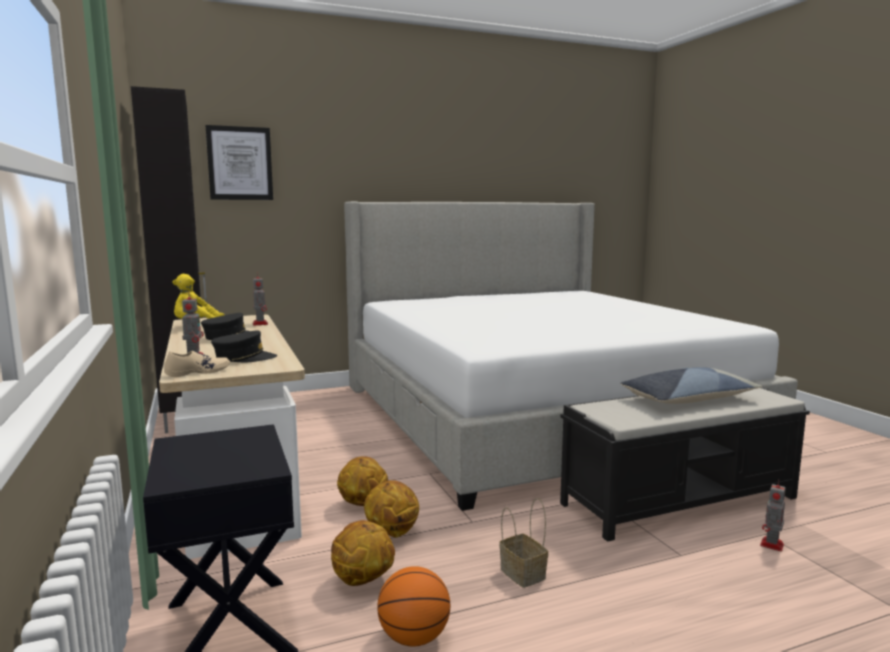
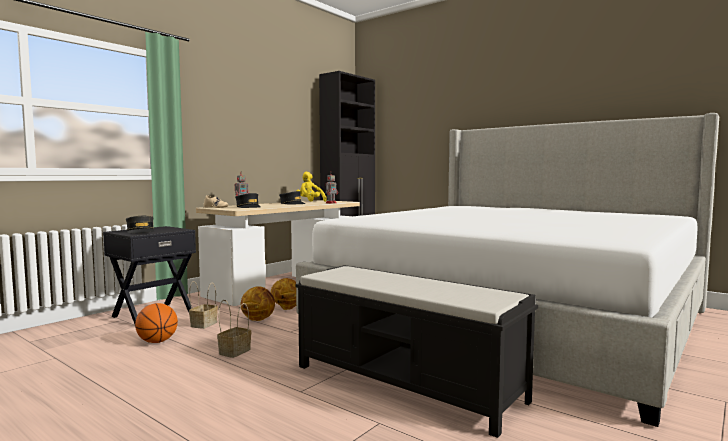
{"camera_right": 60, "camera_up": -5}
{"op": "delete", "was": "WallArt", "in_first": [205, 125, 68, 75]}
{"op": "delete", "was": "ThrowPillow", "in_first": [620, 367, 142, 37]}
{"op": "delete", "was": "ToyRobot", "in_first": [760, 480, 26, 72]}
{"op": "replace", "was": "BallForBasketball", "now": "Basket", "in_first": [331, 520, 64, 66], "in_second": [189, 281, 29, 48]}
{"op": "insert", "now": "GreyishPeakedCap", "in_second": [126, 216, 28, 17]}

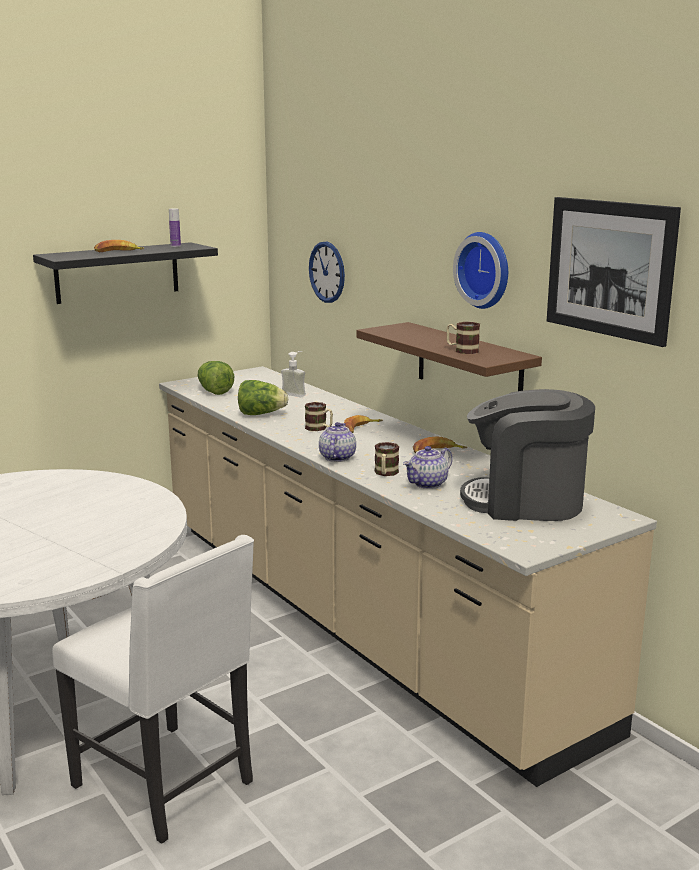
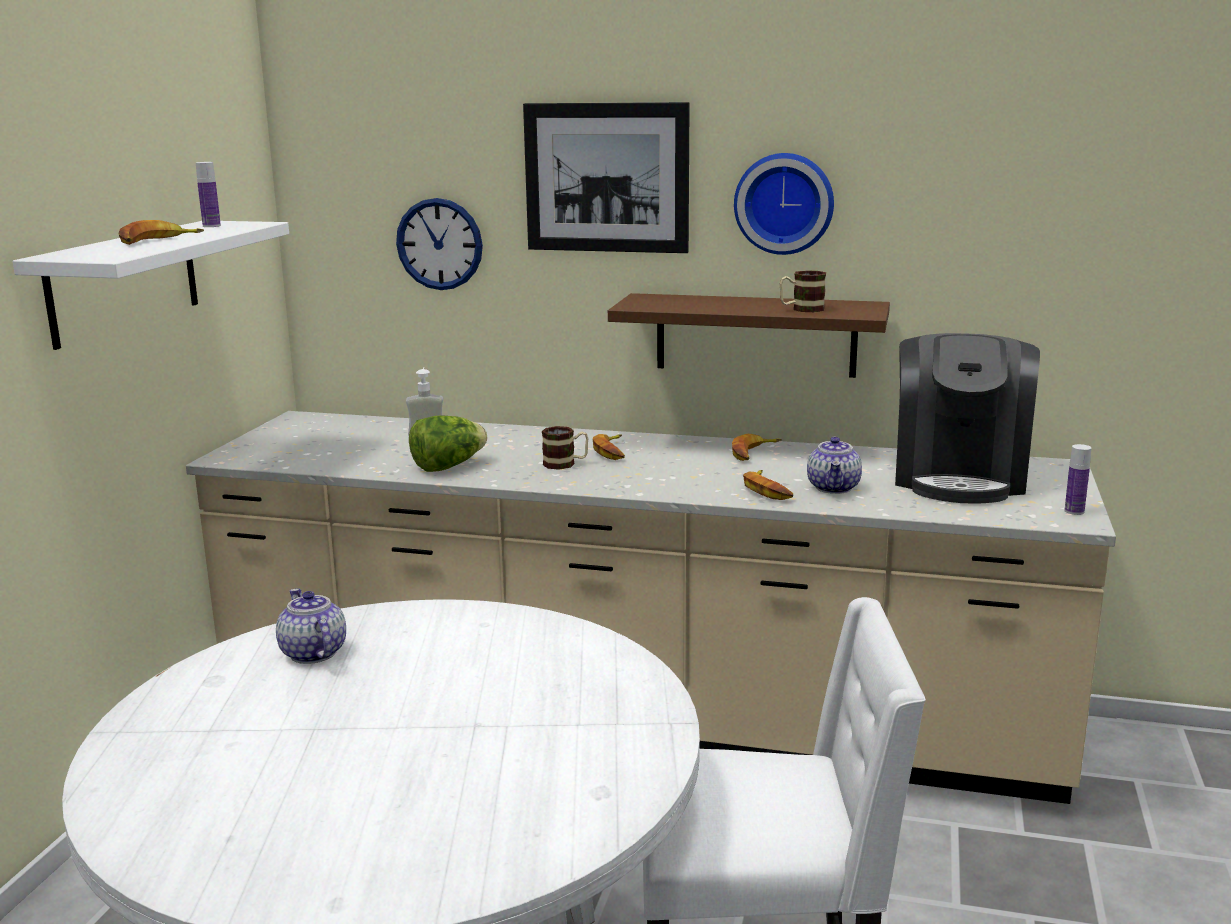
{"camera_right": -40, "camera_up": 0}
{"op": "move", "was": "WallArt", "in_first": [547, 197, 134, 150], "in_second": [523, 102, 167, 151]}
{"op": "recolor", "was": "BlackShelf", "now": "WhiteColouredShelf", "in_first": [33, 242, 185, 62], "in_second": [13, 221, 276, 129]}
{"op": "delete", "was": "HeadOfLettuce", "in_first": [198, 361, 36, 34]}
{"op": "rotate", "was": "CoffeeMachine", "in_first": [460, 389, 135, 132], "in_second": [895, 333, 145, 170], "clockwise": -45}
{"op": "move", "was": "Teapot", "in_first": [319, 422, 37, 40], "in_second": [276, 589, 70, 75]}
{"op": "replace", "was": "CoffeeMug", "now": "WholeBanana", "in_first": [375, 442, 24, 34], "in_second": [743, 470, 50, 30]}
{"op": "insert", "now": "DrinkBottle", "in_second": [1064, 444, 27, 71]}

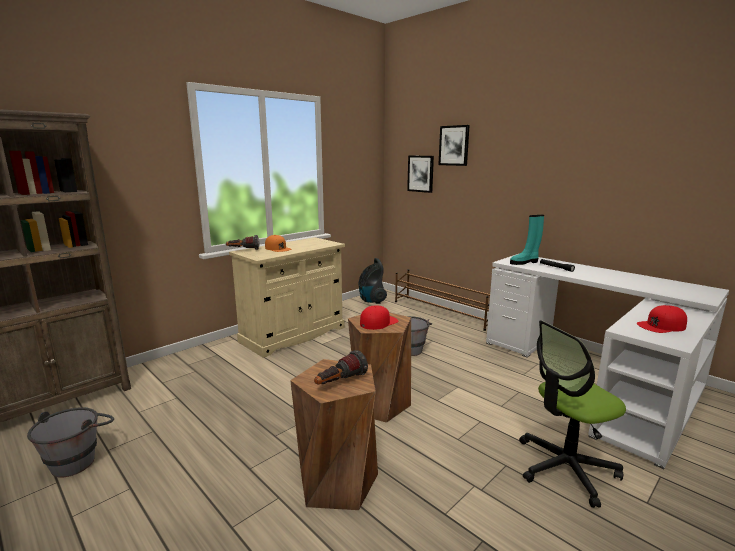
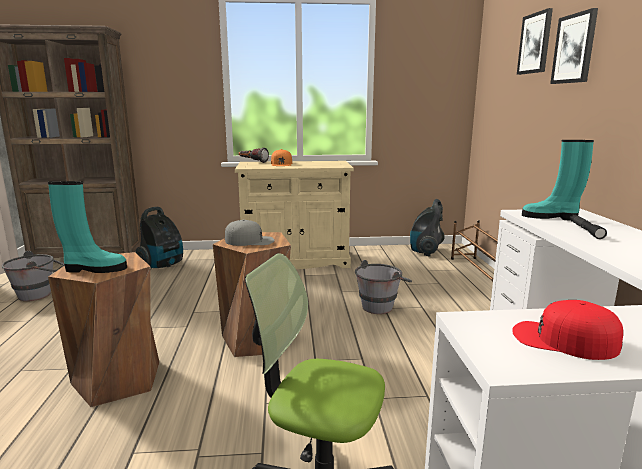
{"camera_right": 40, "camera_up": 0}
{"op": "move", "was": "WallArt", "in_first": [407, 156, 27, 37], "in_second": [550, 8, 48, 76]}
{"op": "recolor", "was": "ReddishPeakedCap", "now": "GreyishPeakedCap", "in_first": [360, 306, 38, 24], "in_second": [225, 220, 50, 26]}
{"op": "replace", "was": "Torch", "now": "TurquoiseBoot", "in_first": [314, 350, 54, 35], "in_second": [48, 181, 79, 92]}
{"op": "insert", "now": "Hoover", "in_second": [135, 207, 48, 61]}

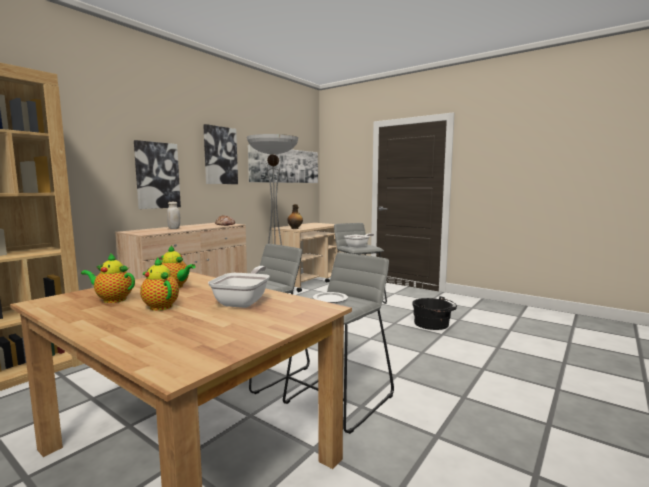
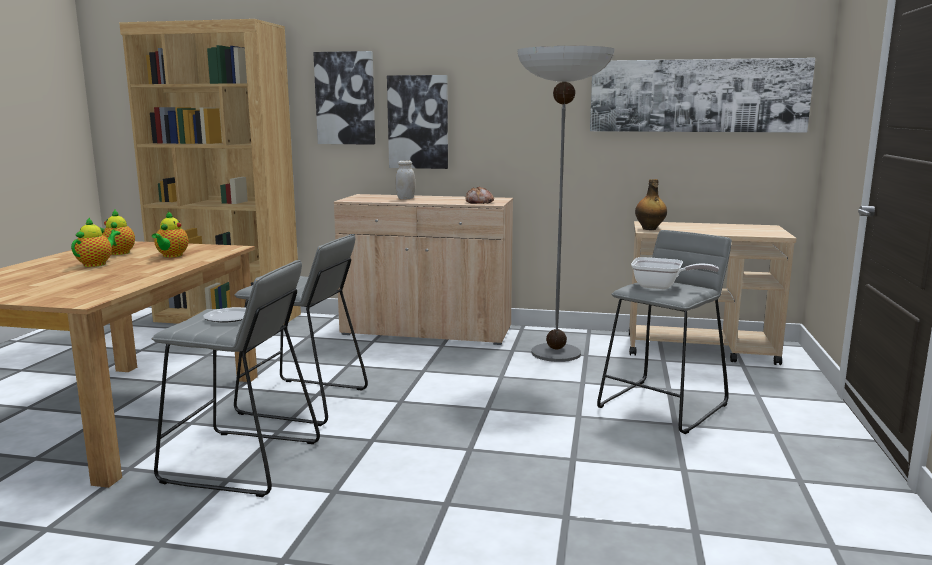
{"camera_right": 65, "camera_up": 5}
{"op": "move", "was": "WallArt", "in_first": [203, 124, 35, 60], "in_second": [313, 51, 62, 94]}
{"op": "delete", "was": "FryingPan", "in_first": [208, 266, 62, 42]}
{"op": "delete", "was": "BlackBucket", "in_first": [413, 296, 44, 34]}

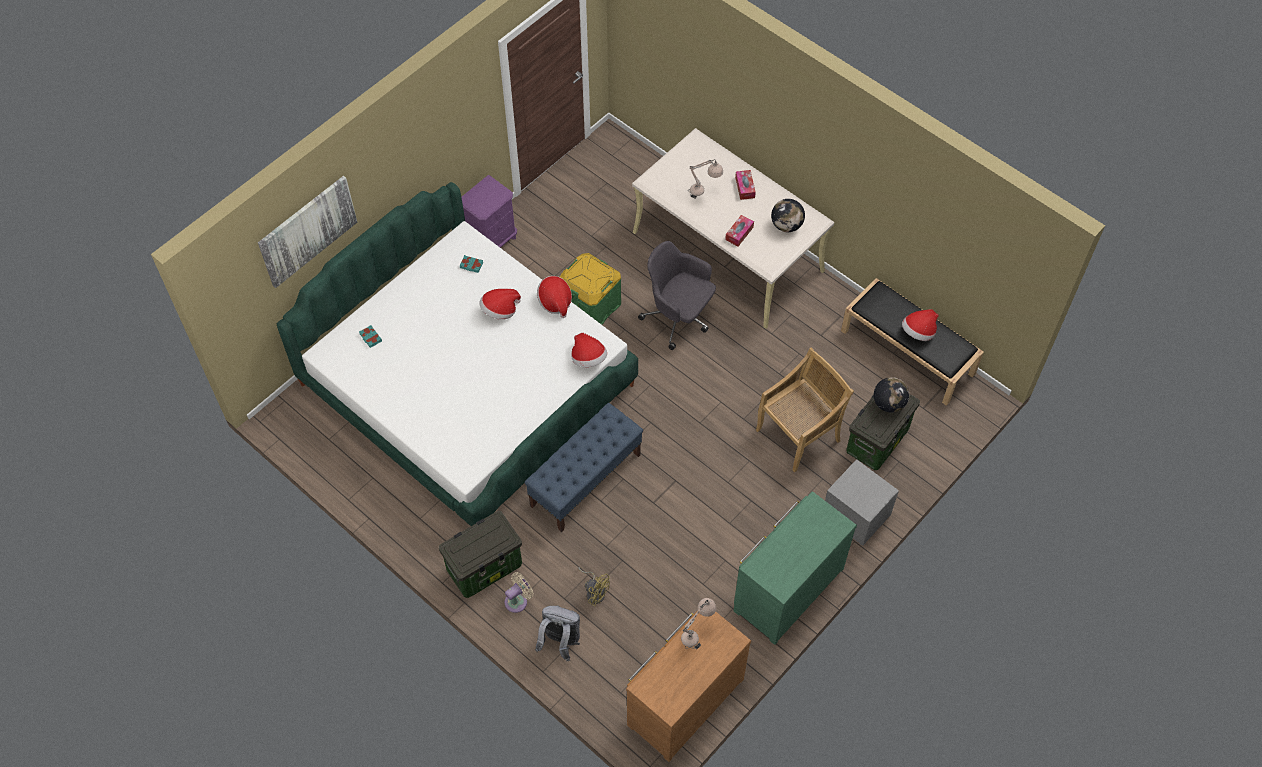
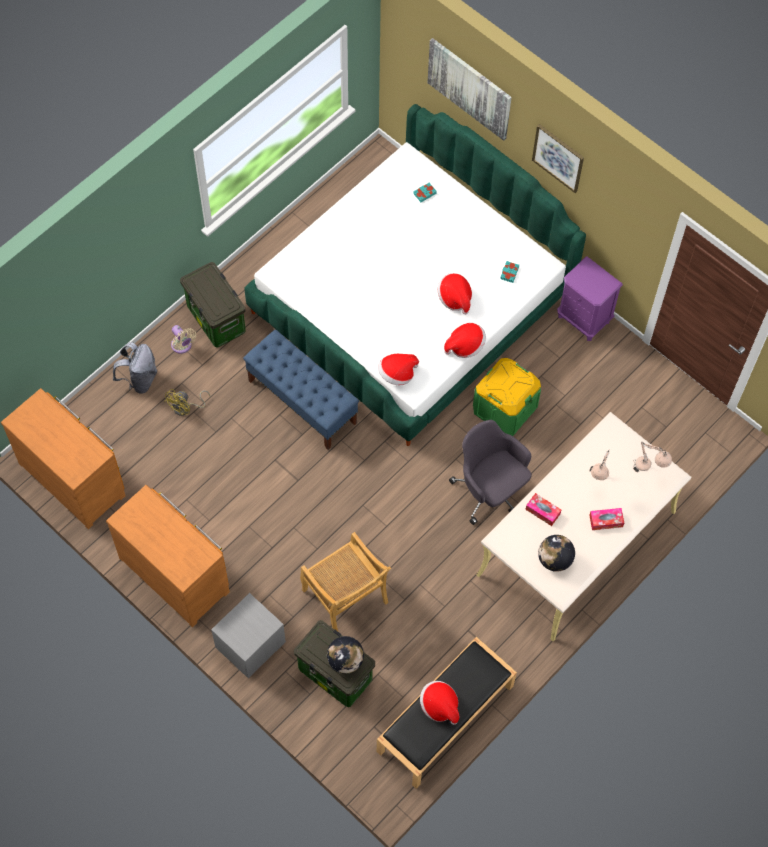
{"camera_right": 90, "camera_up": 5}
{"op": "rotate", "was": "GreyishDeskChair", "in_first": [638, 241, 78, 109], "in_second": [449, 420, 83, 105], "clockwise": -75}
{"op": "recolor", "was": "GreenishDrawerChest", "now": "BrownColouredDrawerChest", "in_first": [733, 491, 124, 154], "in_second": [106, 485, 124, 142]}
{"op": "move", "was": "BeigeColouredLampForATable", "in_first": [681, 598, 35, 51], "in_second": [633, 442, 39, 31]}
{"op": "insert", "now": "WallArt", "in_second": [532, 124, 52, 69]}

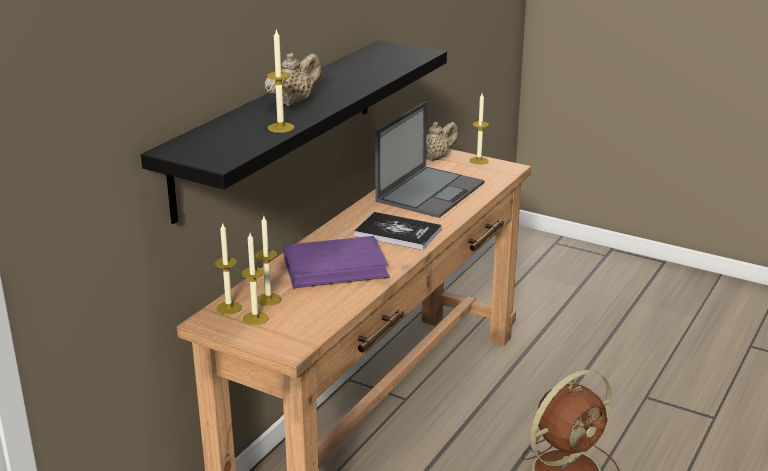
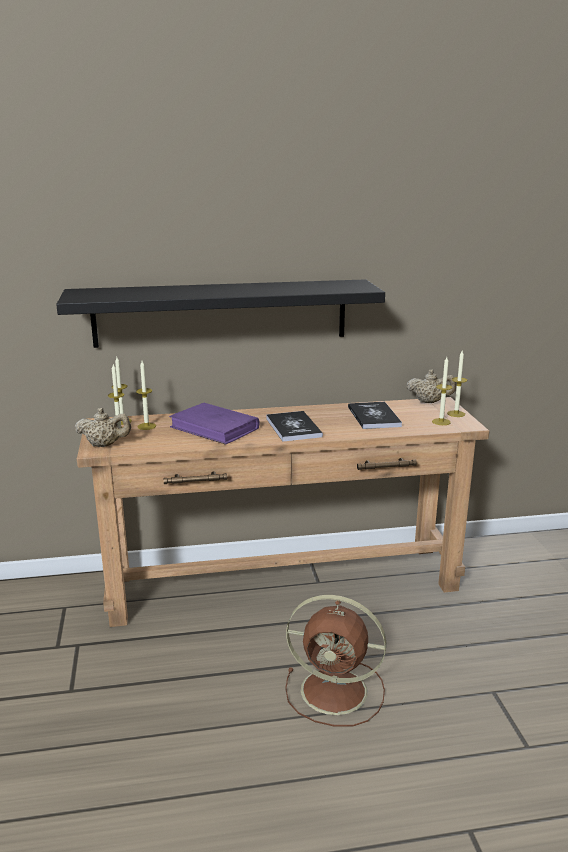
{"camera_right": 50, "camera_up": -5}
{"op": "move", "was": "WaxLight", "in_first": [267, 29, 27, 104], "in_second": [432, 357, 20, 68]}
{"op": "move", "was": "BeigeColouredTeapot", "in_first": [265, 53, 57, 53], "in_second": [75, 408, 56, 39]}
{"op": "replace", "was": "PortableComputer", "now": "Volume", "in_first": [375, 102, 110, 116], "in_second": [348, 402, 54, 27]}

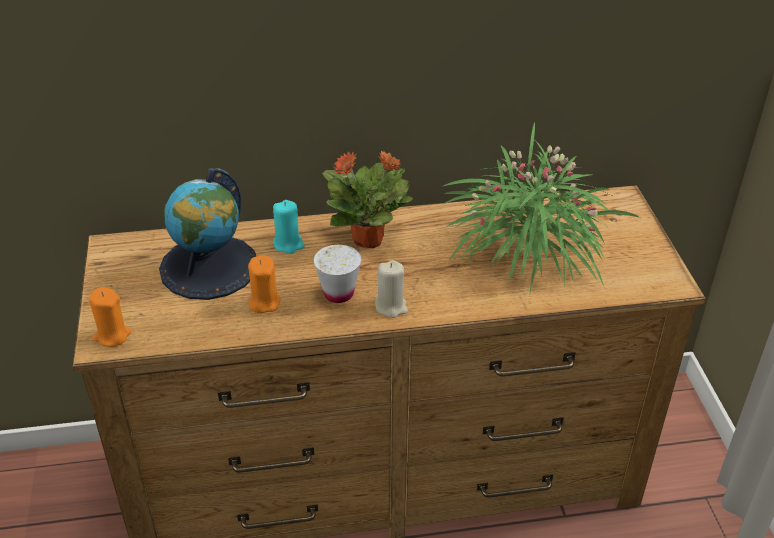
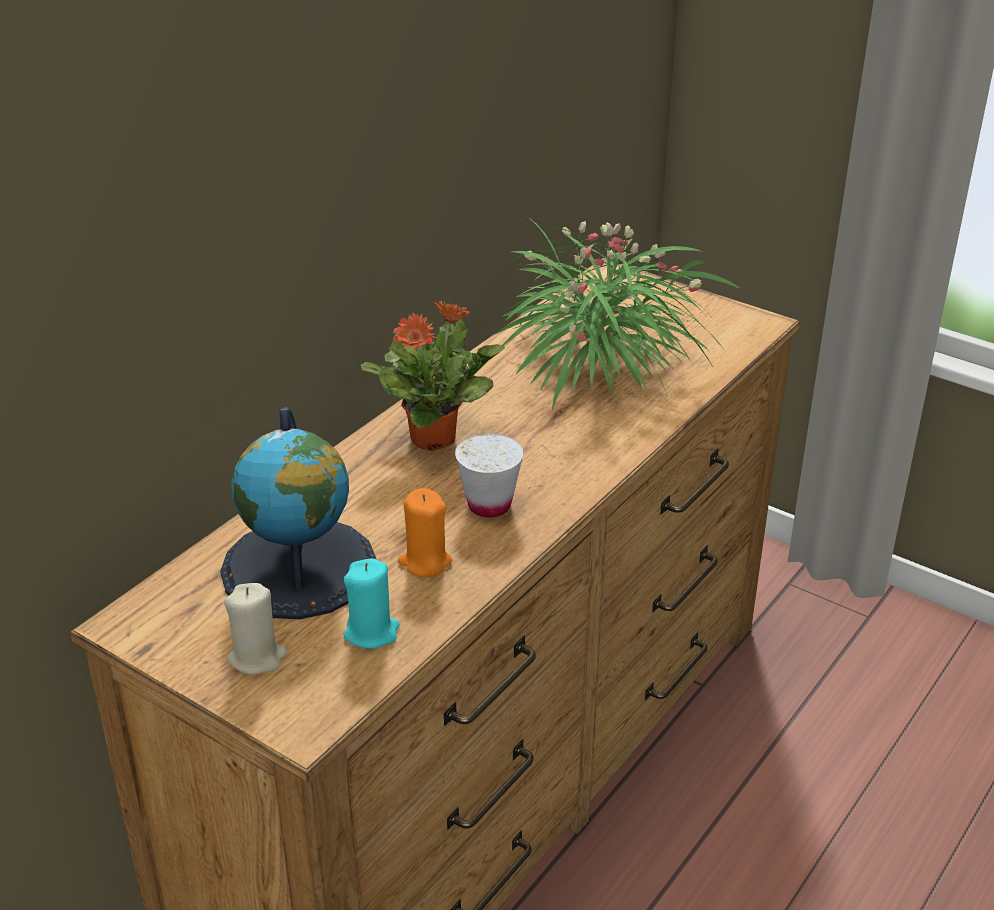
{"camera_right": -45, "camera_up": -5}
{"op": "move", "was": "TurquoiseWaxLight", "in_first": [273, 200, 32, 54], "in_second": [343, 558, 57, 91]}
{"op": "move", "was": "BeigeColouredWaxLight", "in_first": [375, 260, 33, 58], "in_second": [224, 583, 63, 92]}
{"op": "delete", "was": "OrangeWaxLight", "in_first": [89, 287, 42, 60]}

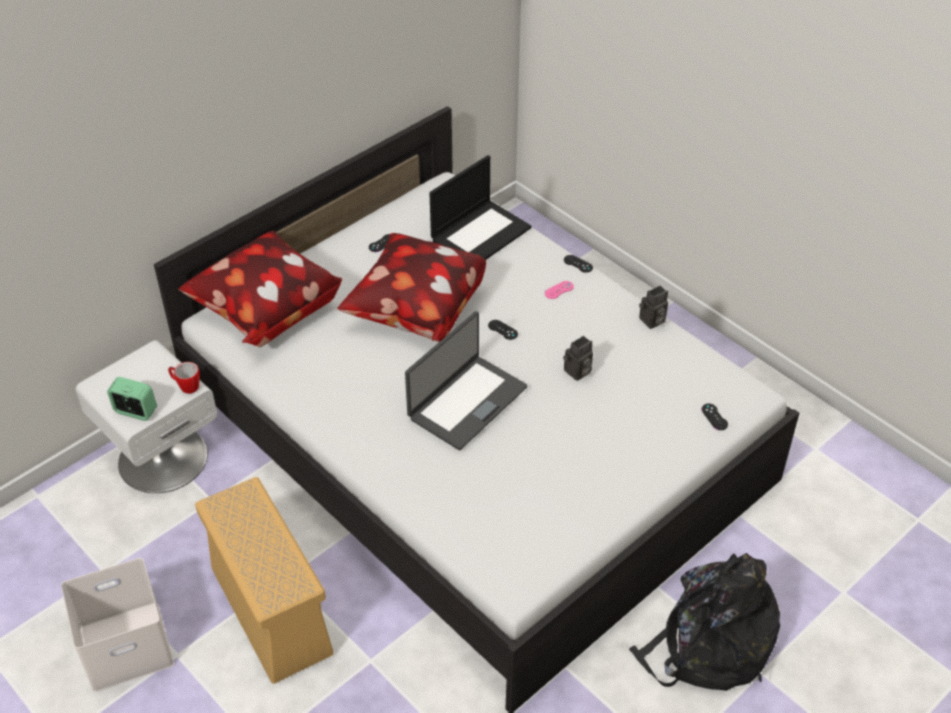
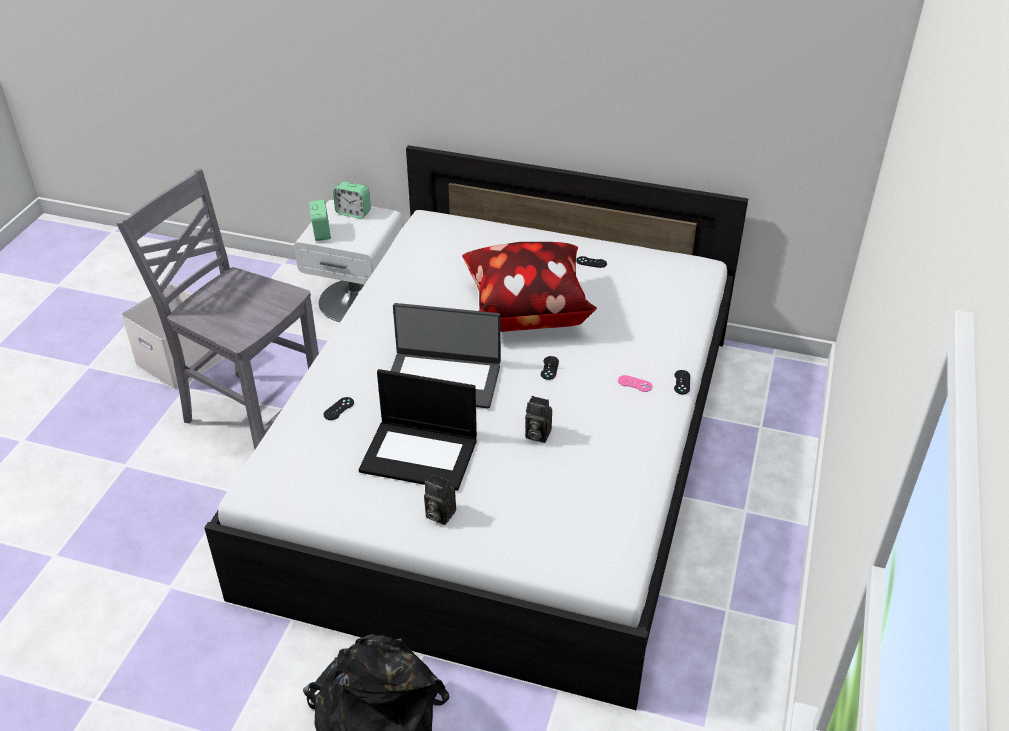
{"camera_right": 60, "camera_up": -5}
{"op": "move", "was": "PortableComputer", "in_first": [429, 155, 102, 105], "in_second": [359, 369, 118, 122]}
{"op": "delete", "was": "ThrowPillow", "in_first": [179, 231, 163, 116]}
{"op": "move", "was": "StillCamera", "in_first": [639, 286, 29, 43], "in_second": [424, 474, 32, 51]}
{"op": "delete", "was": "CoffeeMug", "in_first": [168, 362, 32, 32]}
{"op": "move", "was": "BlackJoypad", "in_first": [702, 404, 26, 26], "in_second": [323, 397, 31, 23]}
{"op": "replace", "was": "BeigeColouredStorageContainer", "now": "GreyishChair", "in_first": [195, 477, 139, 207], "in_second": [117, 169, 202, 281]}
{"op": "insert", "now": "BedsideClock", "in_second": [333, 181, 38, 38]}

